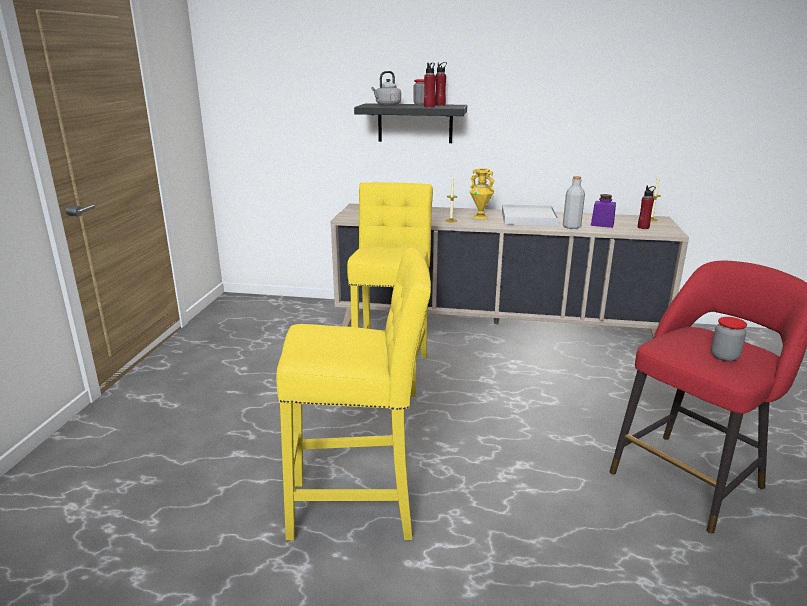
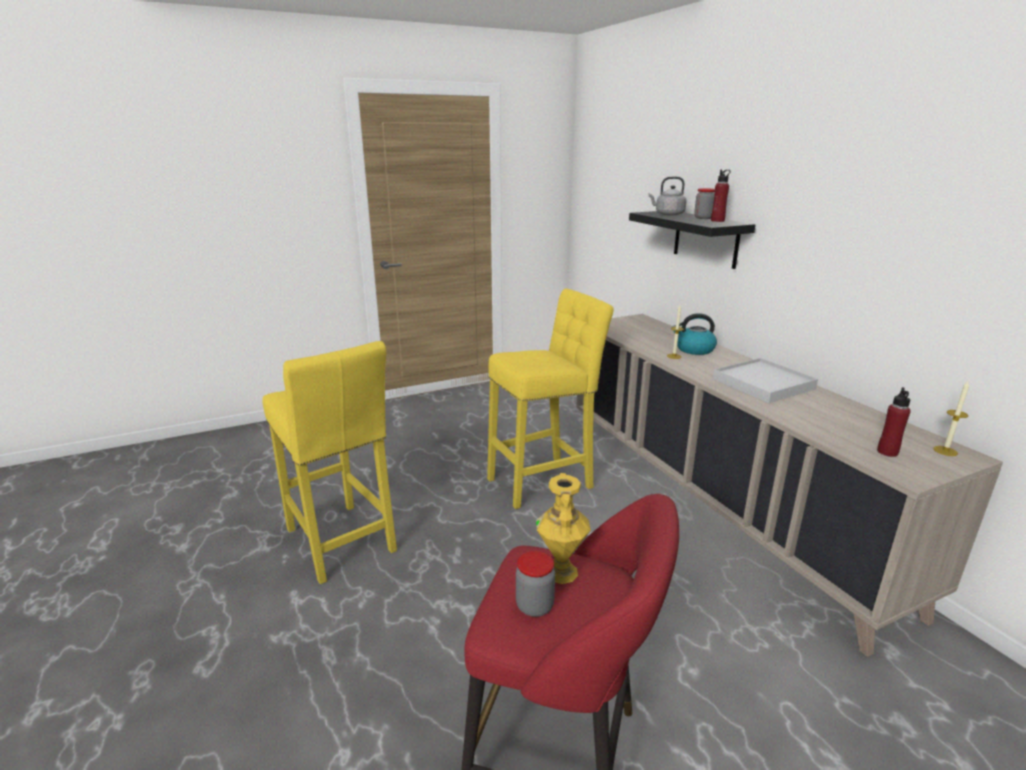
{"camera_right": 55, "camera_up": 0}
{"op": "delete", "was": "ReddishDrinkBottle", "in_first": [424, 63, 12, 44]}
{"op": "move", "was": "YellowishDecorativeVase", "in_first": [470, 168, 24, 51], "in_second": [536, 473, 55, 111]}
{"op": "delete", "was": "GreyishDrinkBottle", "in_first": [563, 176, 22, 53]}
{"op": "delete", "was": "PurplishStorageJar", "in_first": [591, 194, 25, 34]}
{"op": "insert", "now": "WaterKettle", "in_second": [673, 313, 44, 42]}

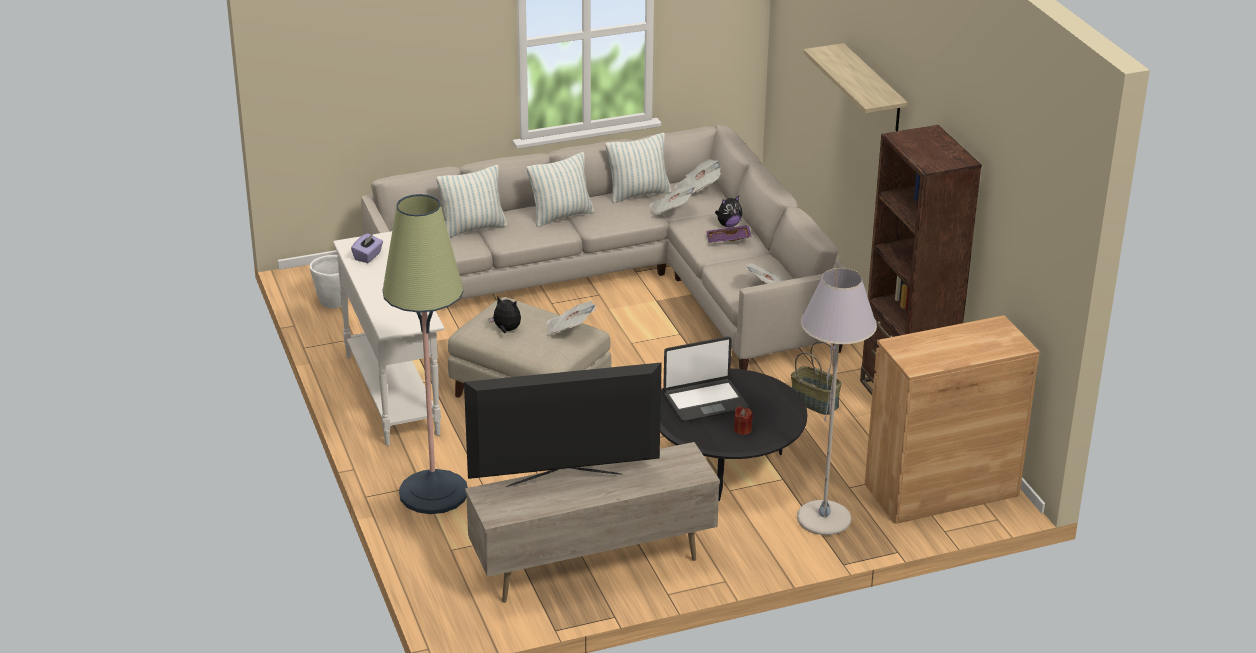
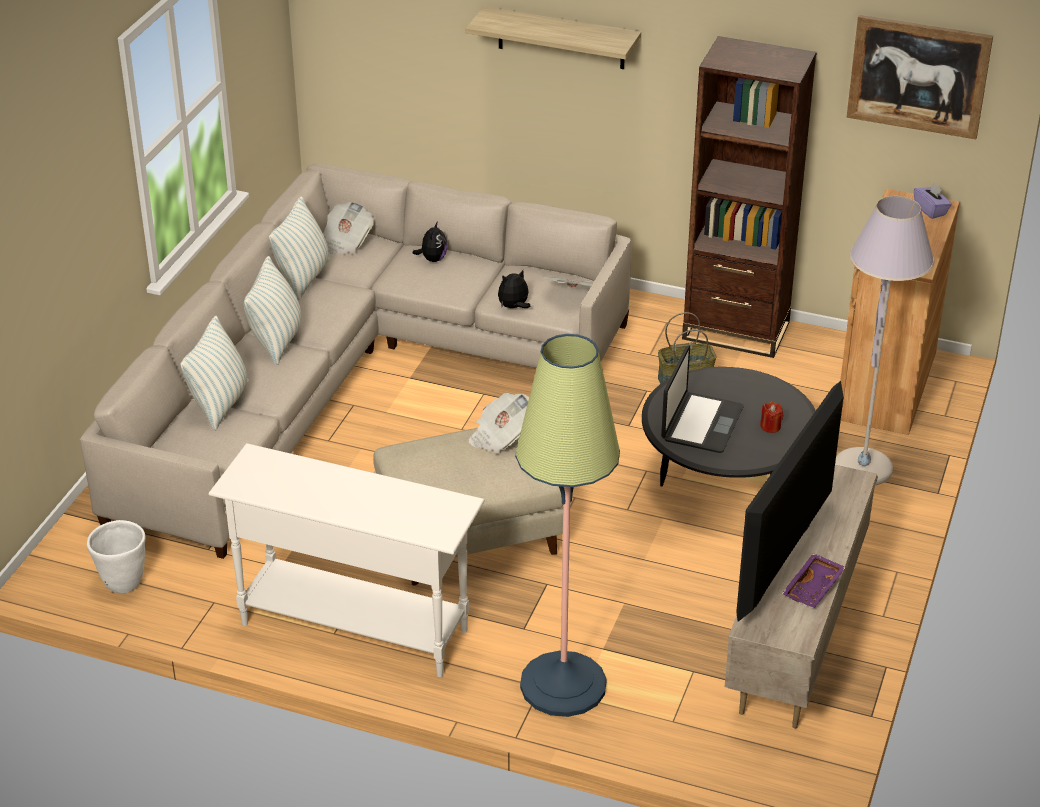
{"camera_right": -50, "camera_up": 5}
{"op": "delete", "was": "Newspaper", "in_first": [649, 184, 47, 31]}
{"op": "move", "was": "PurplishCarryingTray", "in_first": [706, 225, 45, 18], "in_second": [782, 553, 64, 55]}
{"op": "move", "was": "PurplishTissueHolder", "in_first": [351, 233, 32, 30], "in_second": [914, 182, 38, 37]}
{"op": "move", "was": "PlushToy", "in_first": [489, 297, 32, 36], "in_second": [498, 270, 32, 38]}
{"op": "insert", "now": "WallArt", "in_second": [846, 15, 147, 124]}

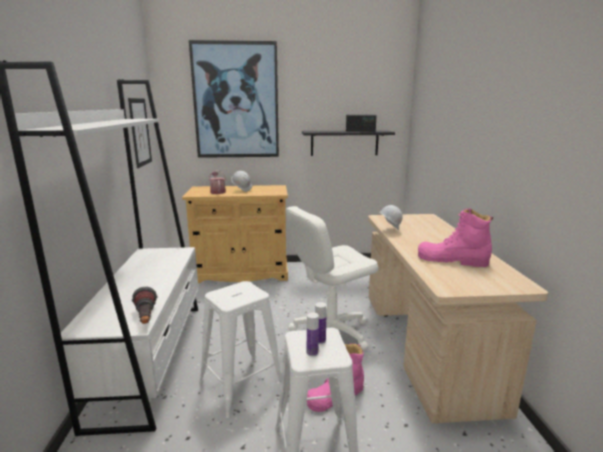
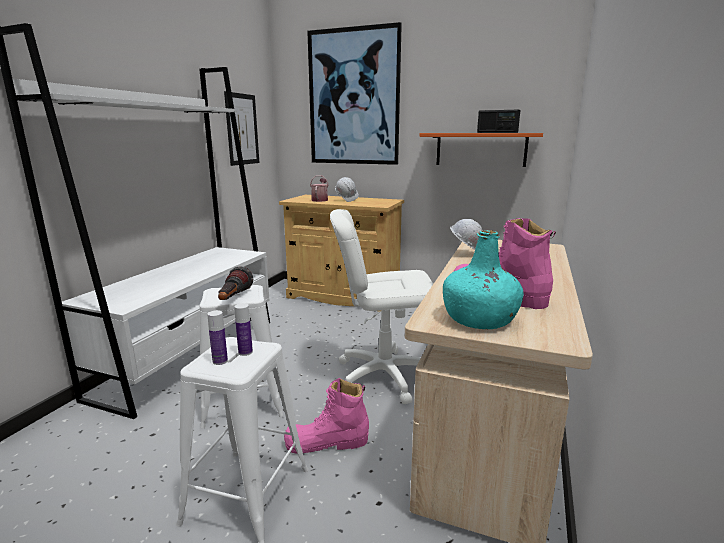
{"camera_right": 25, "camera_up": 0}
{"op": "recolor", "was": "BlackShelf", "now": "OrangeShelf", "in_first": [302, 130, 93, 26], "in_second": [419, 133, 124, 34]}
{"op": "move", "was": "Torch", "in_first": [132, 287, 25, 37], "in_second": [218, 266, 35, 34]}
{"op": "insert", "now": "TurquoiseDrinkBottle", "in_second": [443, 230, 81, 99]}

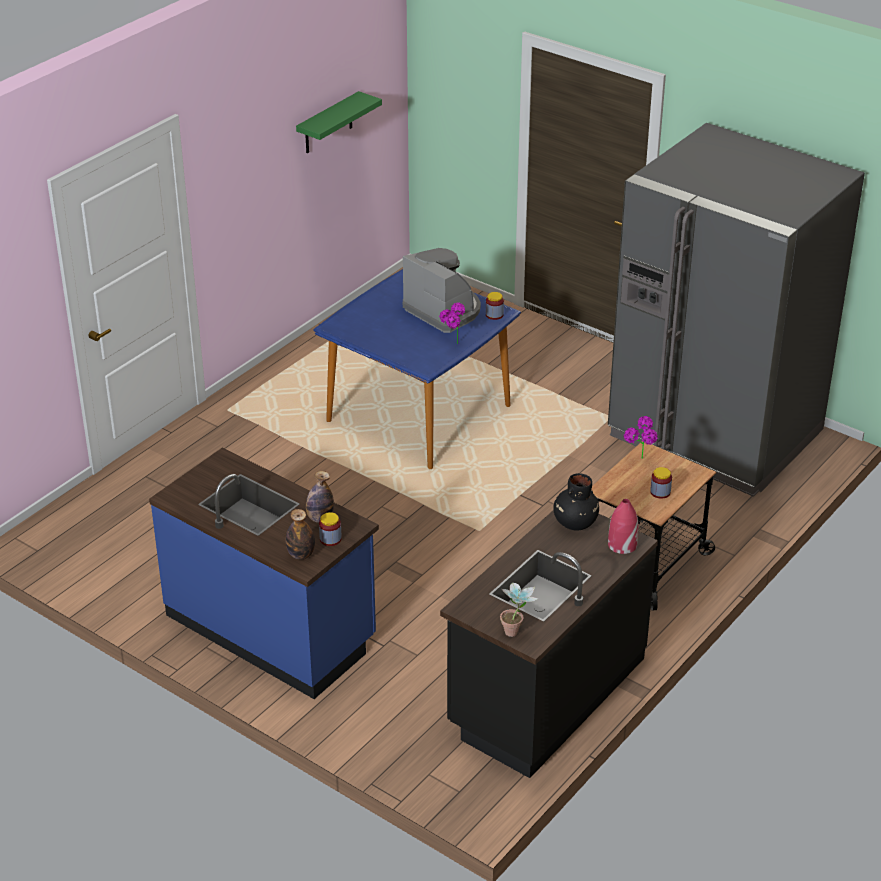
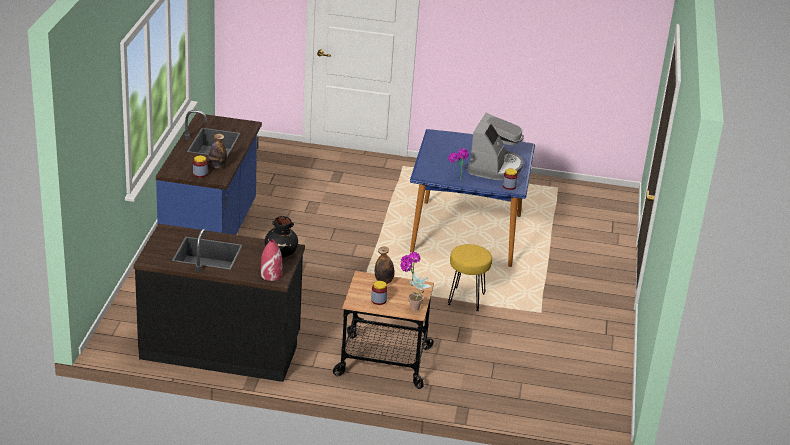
{"camera_right": 60, "camera_up": -5}
{"op": "delete", "was": "GreenishShelf", "in_first": [296, 91, 86, 62]}
{"op": "delete", "was": "GreyishRefrigerator", "in_first": [608, 123, 257, 374]}
{"op": "move", "was": "DrinkBottle", "in_first": [286, 509, 29, 50], "in_second": [375, 247, 20, 37]}
{"op": "move", "was": "PlantInAPot", "in_first": [500, 583, 38, 54], "in_second": [408, 272, 23, 39]}
{"op": "insert", "now": "YellowishSittingStool", "in_second": [448, 244, 44, 67]}

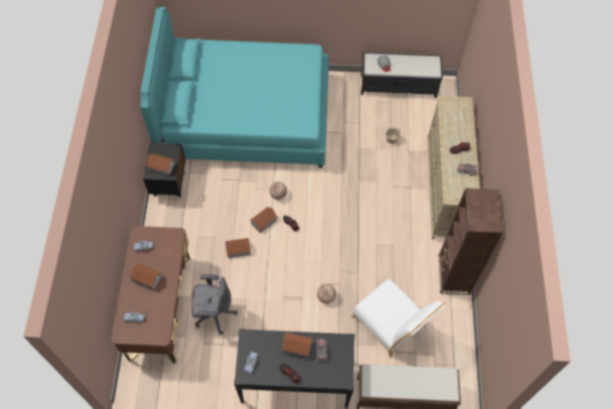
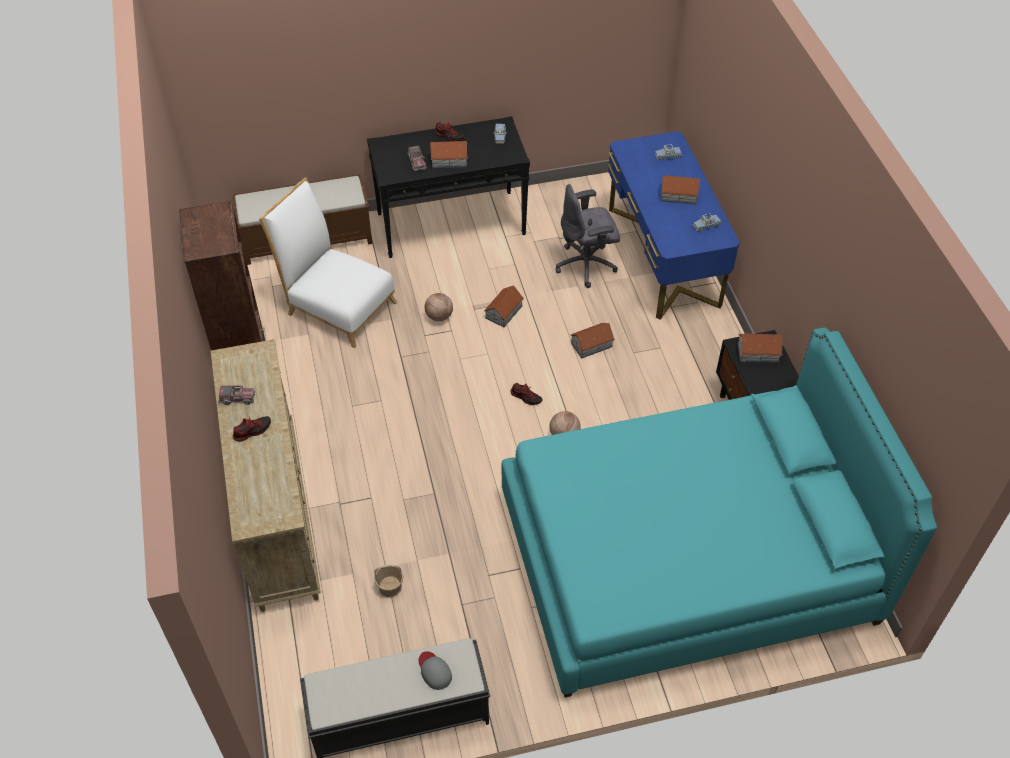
{"camera_right": 165, "camera_up": -10}
{"op": "move", "was": "ToyHouse", "in_first": [250, 207, 27, 26], "in_second": [484, 285, 40, 42]}
{"op": "recolor", "was": "BrownColouredDeskTable", "now": "BlueColouredDeskTable", "in_first": [111, 226, 79, 138], "in_second": [608, 131, 132, 189]}

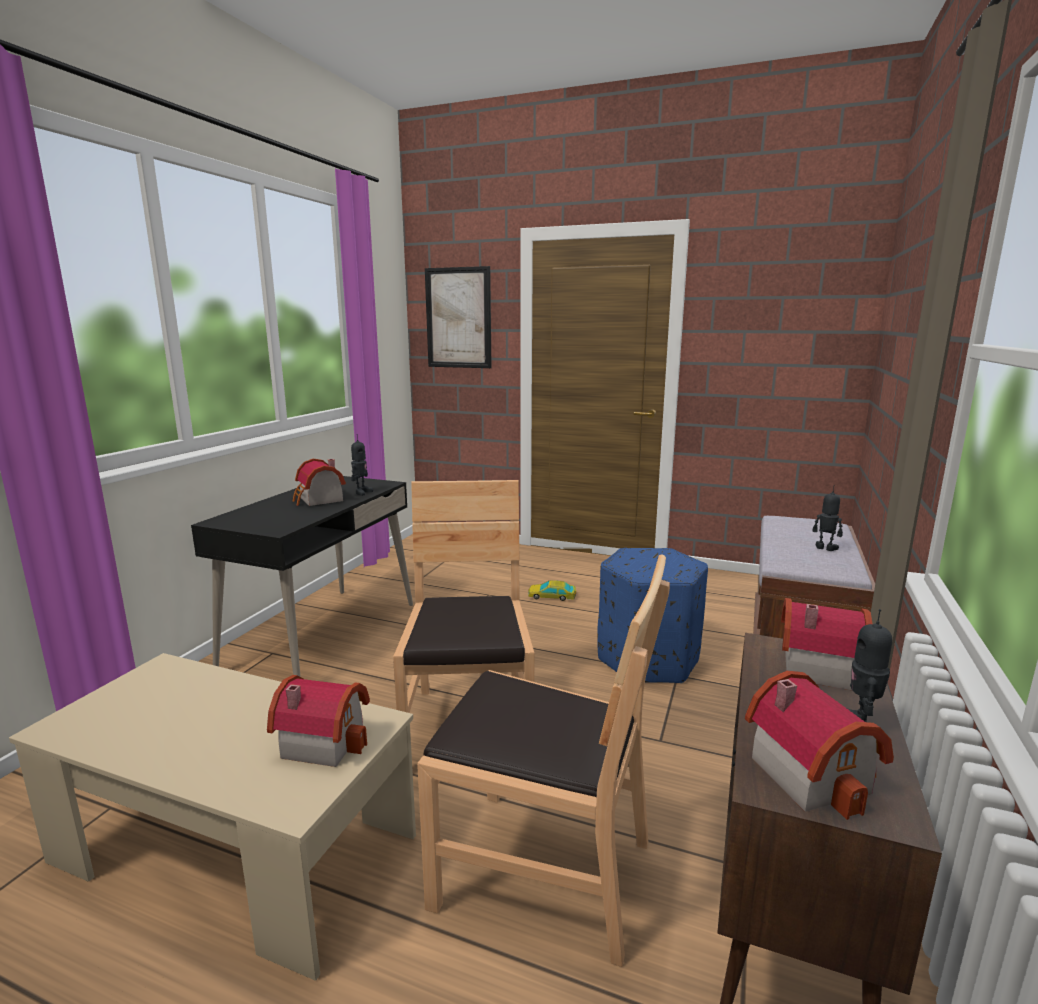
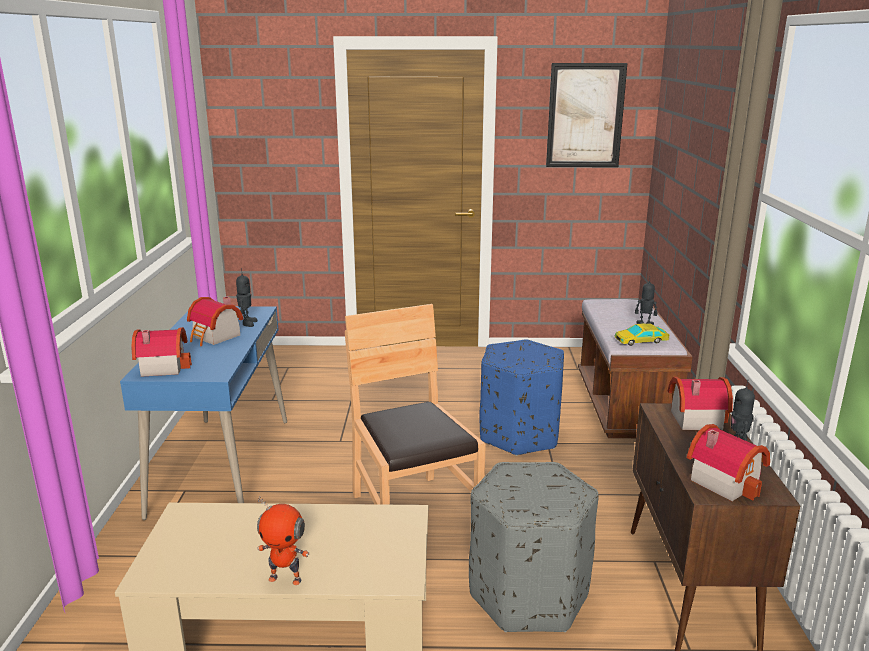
{"camera_right": -20, "camera_up": 5}
{"op": "move", "was": "WallArt", "in_first": [425, 266, 67, 102], "in_second": [546, 63, 81, 104]}
{"op": "recolor", "was": "BlackDeskTable", "now": "BlueColouredDeskTable", "in_first": [191, 476, 222, 200], "in_second": [120, 306, 167, 214]}
{"op": "replace", "was": "BrownColouredChair", "now": "GreyishPouffe", "in_first": [417, 554, 253, 413], "in_second": [469, 462, 130, 170]}
{"op": "move", "was": "ModelCar", "in_first": [528, 580, 48, 21], "in_second": [614, 323, 55, 23]}
{"op": "move", "was": "ToyHouse", "in_first": [267, 675, 103, 92], "in_second": [131, 327, 61, 50]}
{"op": "insert", "now": "ToyRobot", "in_second": [257, 496, 53, 89]}

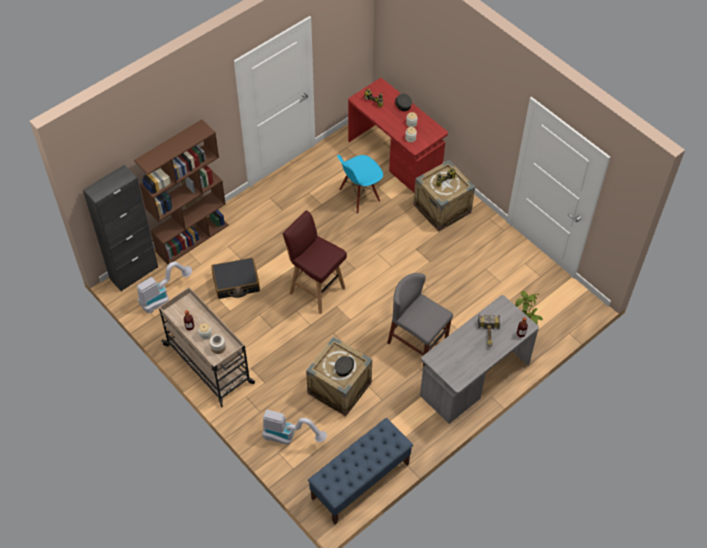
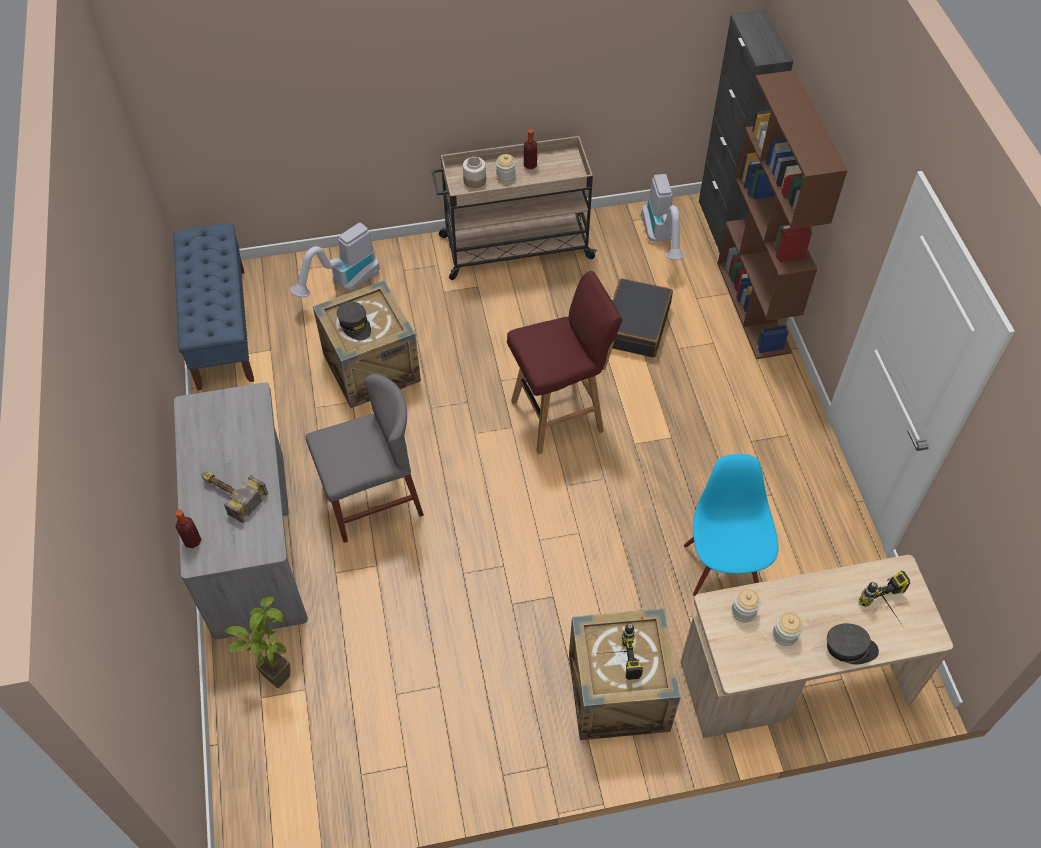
{"camera_right": 120, "camera_up": 0}
{"op": "recolor", "was": "ReddishDeskTable", "now": "BeigeColouredDeskTable", "in_first": [348, 78, 100, 114], "in_second": [680, 555, 273, 183]}

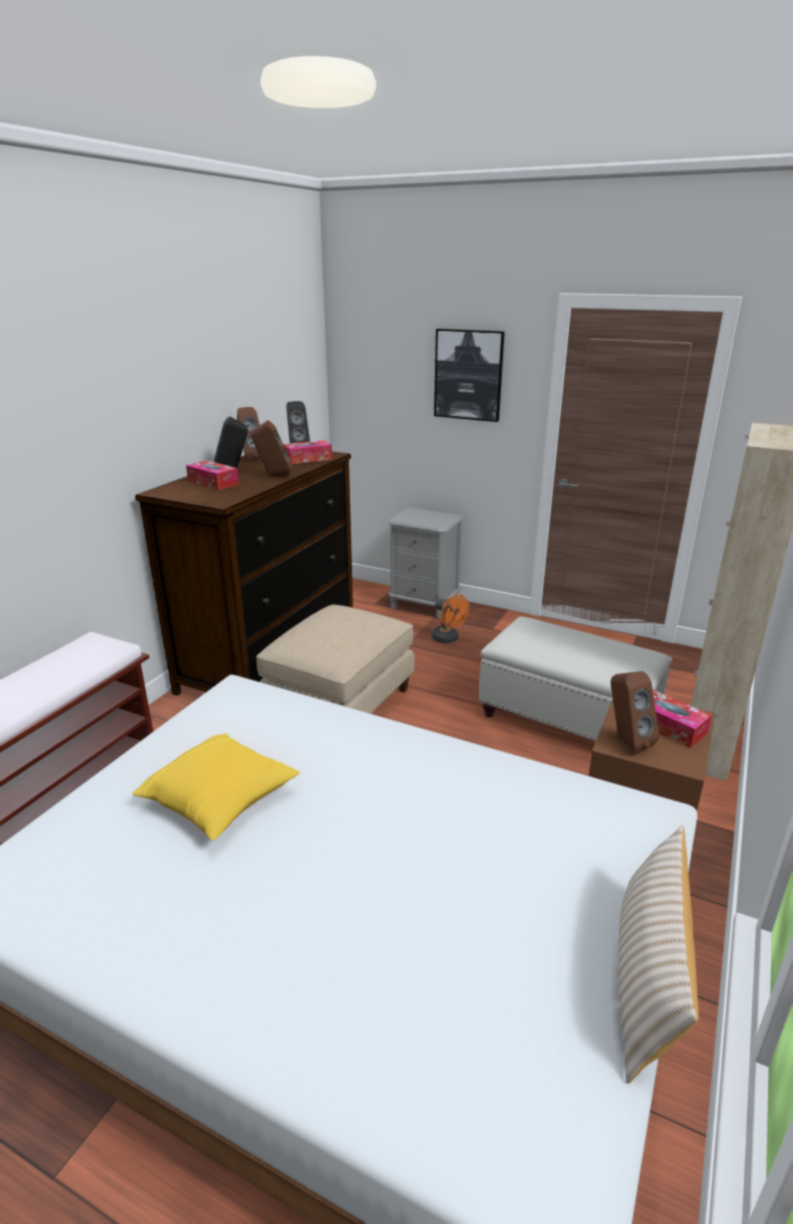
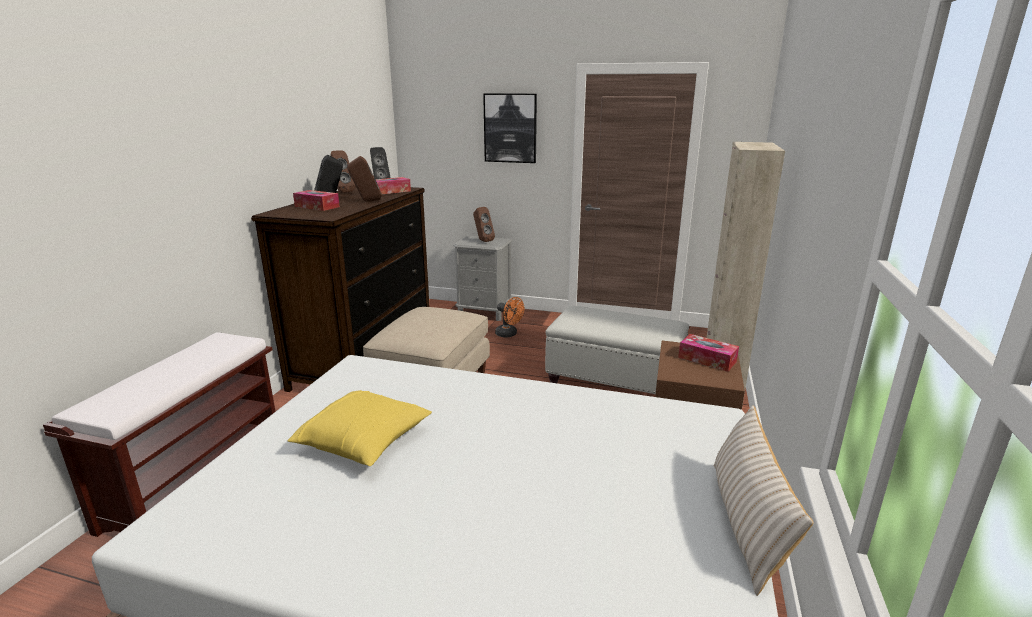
{"camera_right": -10, "camera_up": -5}
{"op": "move", "was": "BrownColouredLoudspeaker", "in_first": [611, 671, 48, 82], "in_second": [473, 207, 22, 35]}

